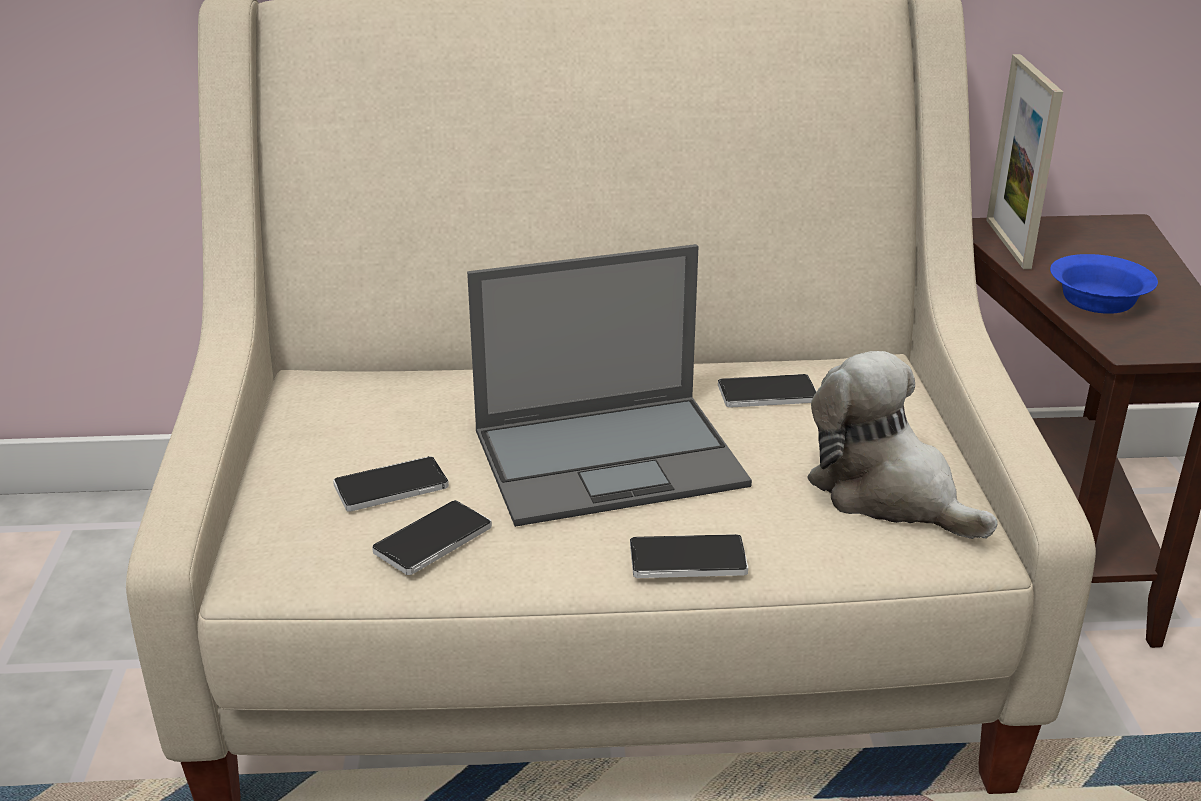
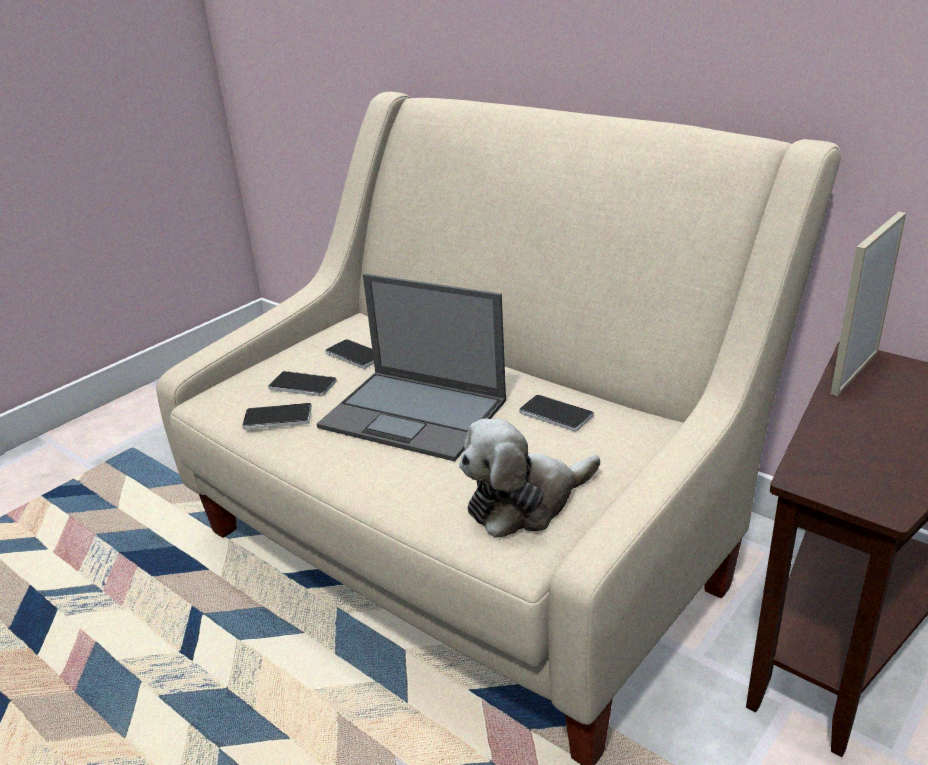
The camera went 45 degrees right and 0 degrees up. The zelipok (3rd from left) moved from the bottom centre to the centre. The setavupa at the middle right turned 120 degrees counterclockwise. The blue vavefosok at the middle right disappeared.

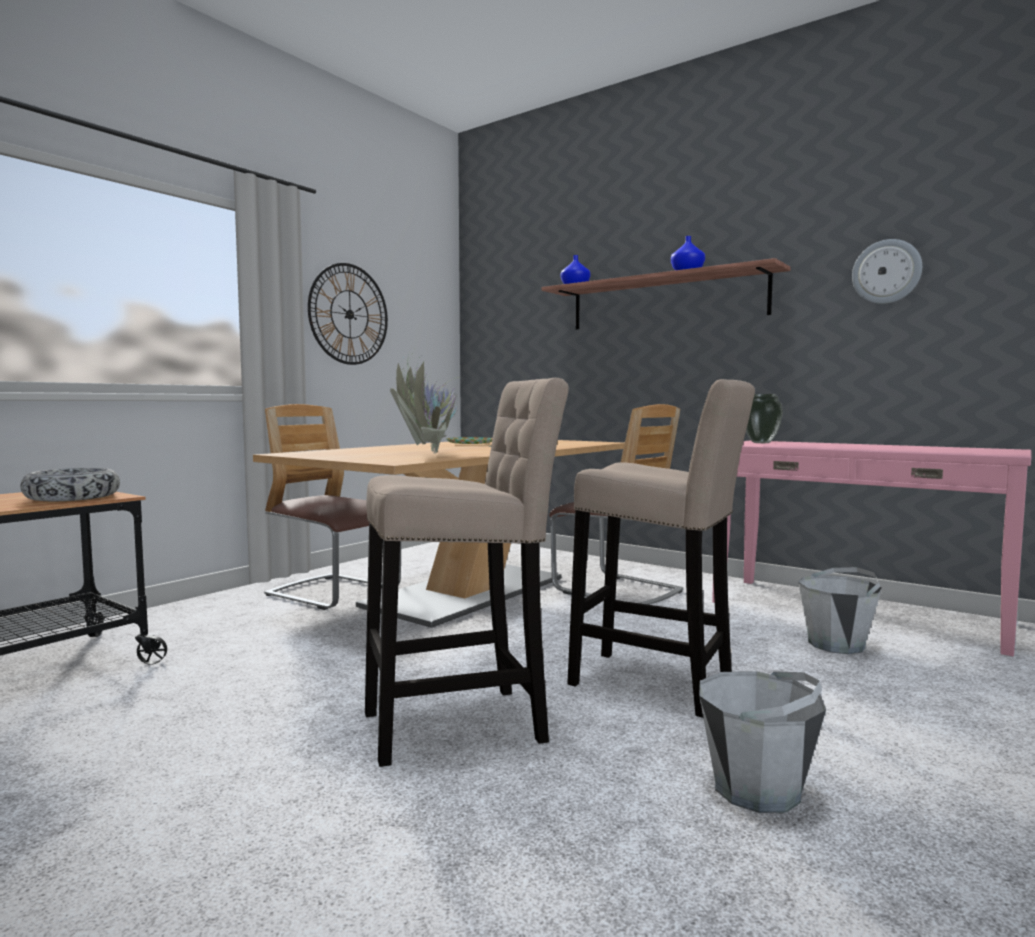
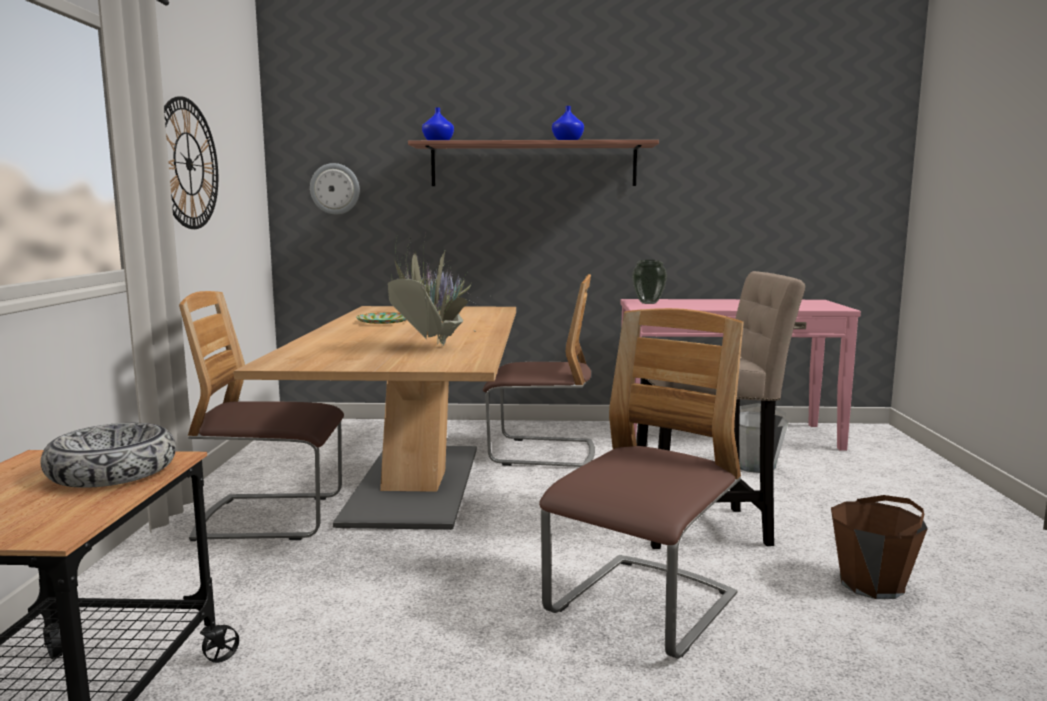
The camera went 35 degrees left and 5 degrees up. The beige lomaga (1st from left) at the centre was replaced by the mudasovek (3rd from left) at the bottom centre. The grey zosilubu (1st from left) at the bottom right became the brown zosilubu at the bottom right. The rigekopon (2nd from left) moved from the top right to the top left.

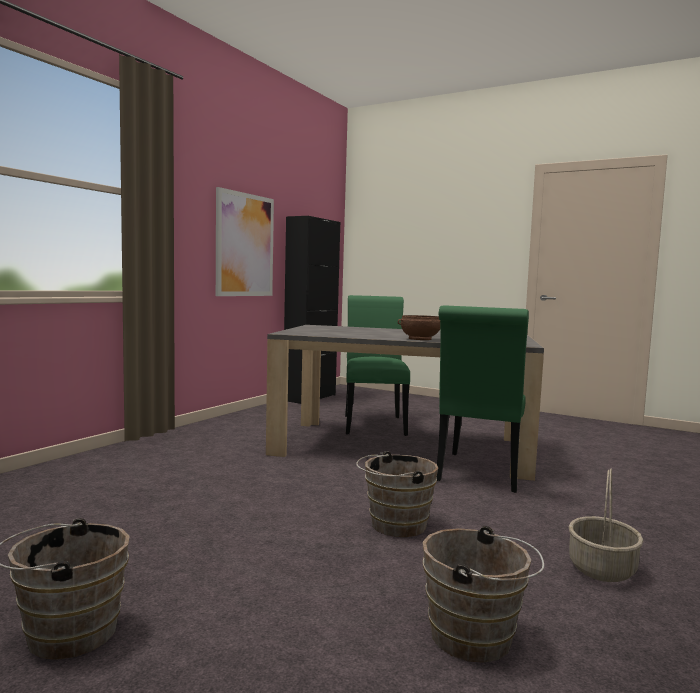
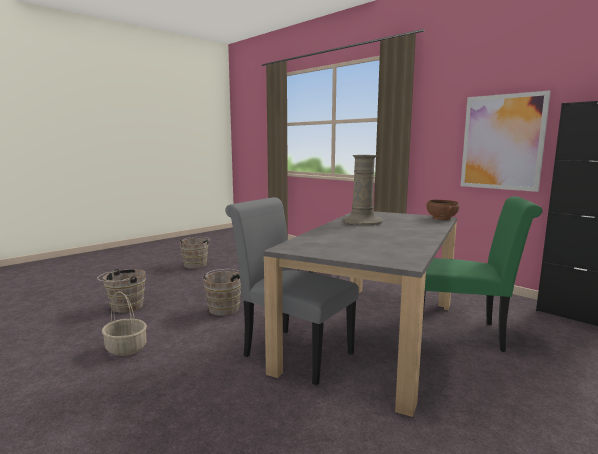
The camera went 105 degrees right and 5 degrees up. The brown vavefosok moved from the centre to the middle right. The green mudasovek (2nd from left) at the middle right became the grey mudasovek at the centre. The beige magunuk at the centre appeared.

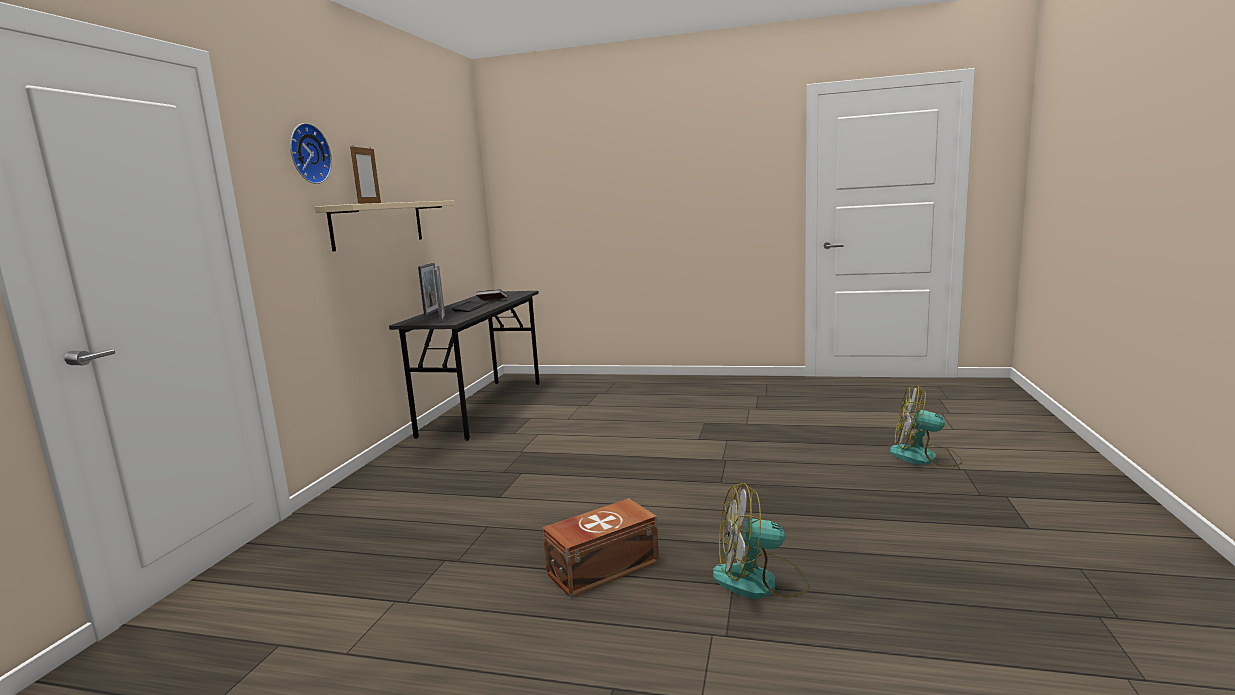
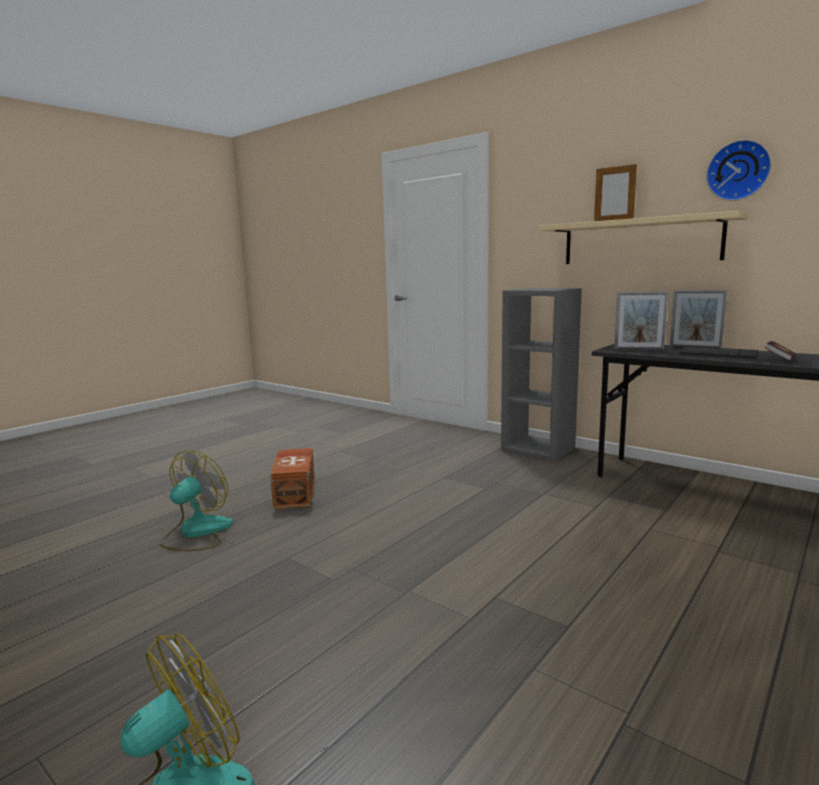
The camera went 115 degrees right and 0 degrees up. The rigekopon moved from the top left to the top right. The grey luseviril at the centre appeared.

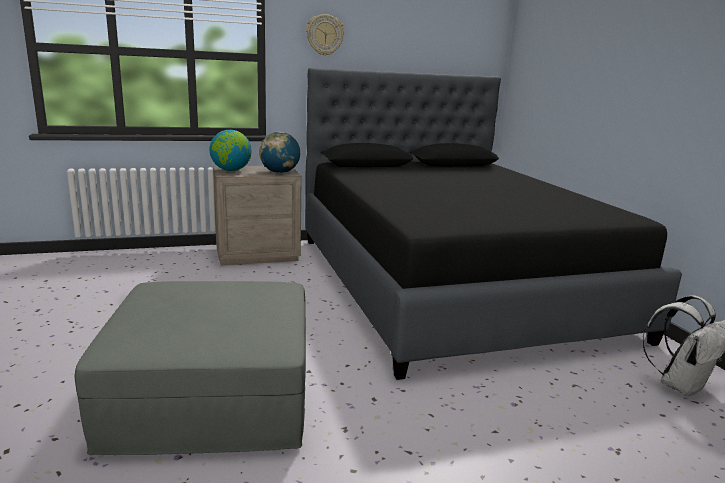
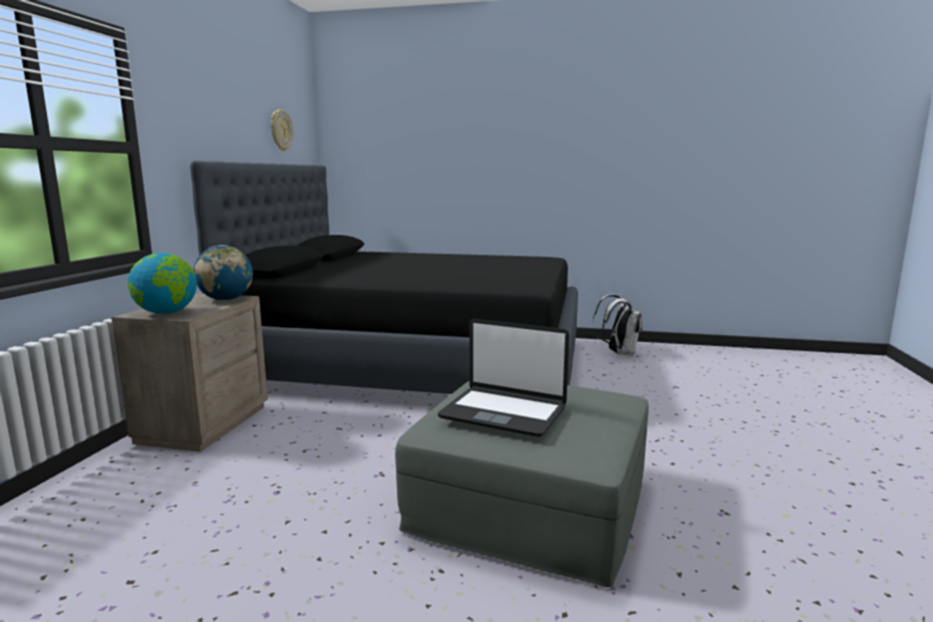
The camera went 60 degrees left and 5 degrees down. The rigekopon moved from the top centre to the top left. The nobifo at the centre appeared.

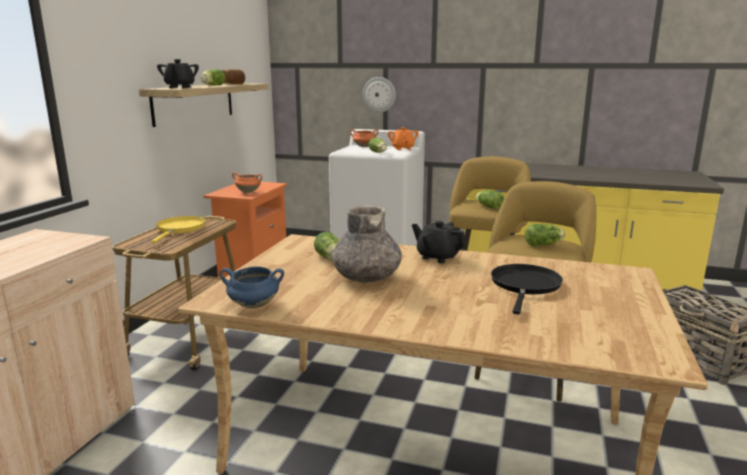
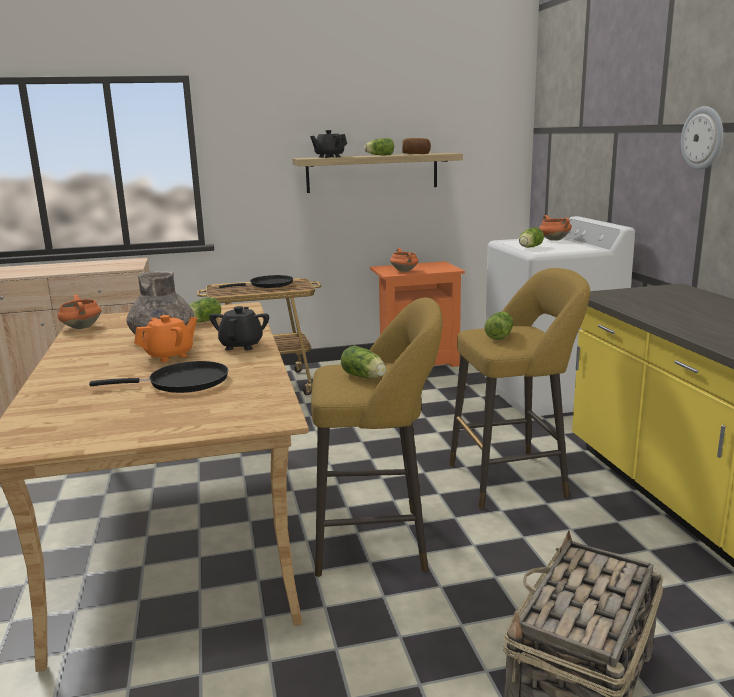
The camera went 60 degrees right and 0 degrees up. The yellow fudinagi at the middle left became the black fudinagi (2nd from left) at the centre. The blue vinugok at the centre became the orange vinugok (1st from left) at the middle left. The rigekopon moved from the top centre to the top right. The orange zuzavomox moved from the top centre to the middle left.

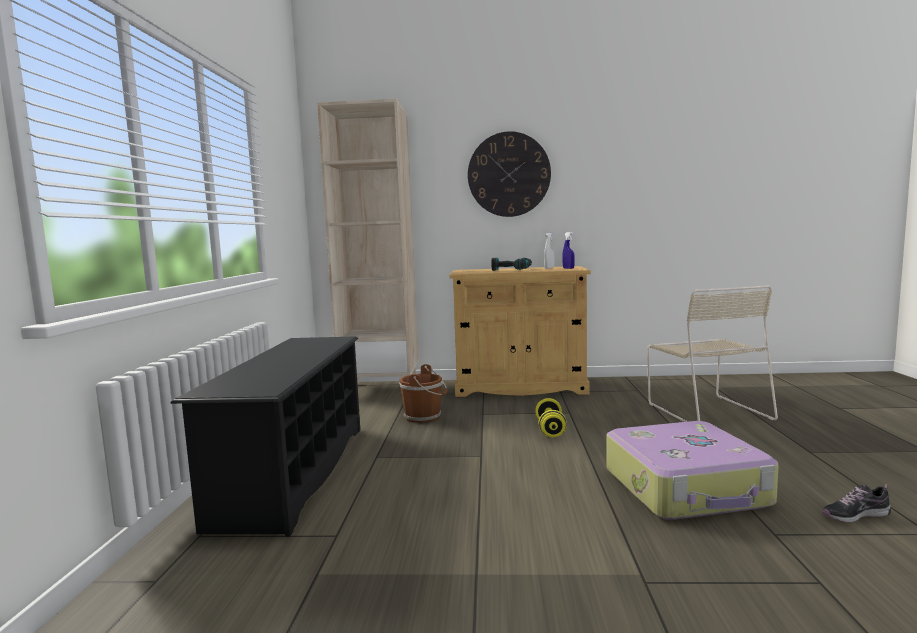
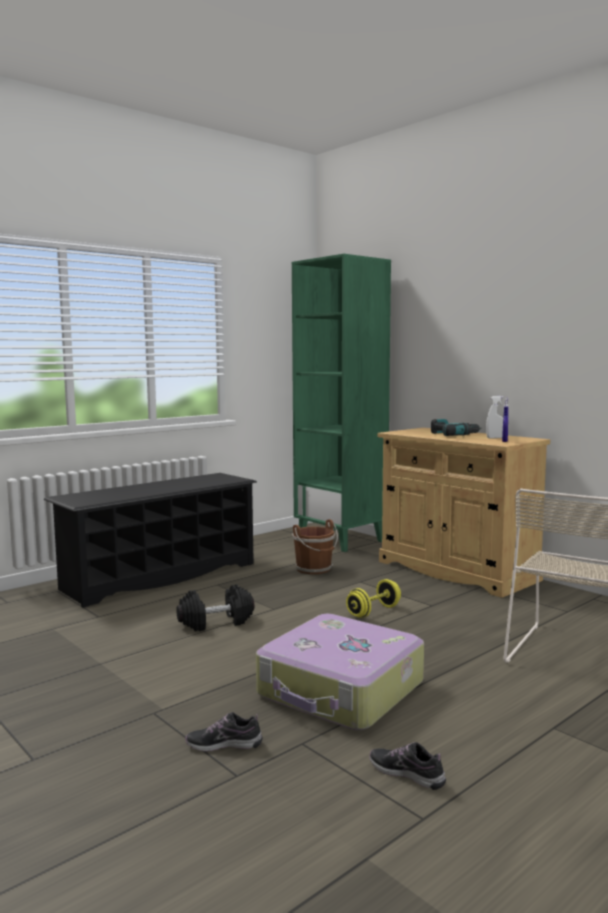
The camera went 45 degrees right and 0 degrees up. The beige luseviril at the centre became the green luseviril at the centre. The rigekopon at the top centre disappeared. The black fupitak at the centre appeared. The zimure (1st from left) at the bottom centre appeared.

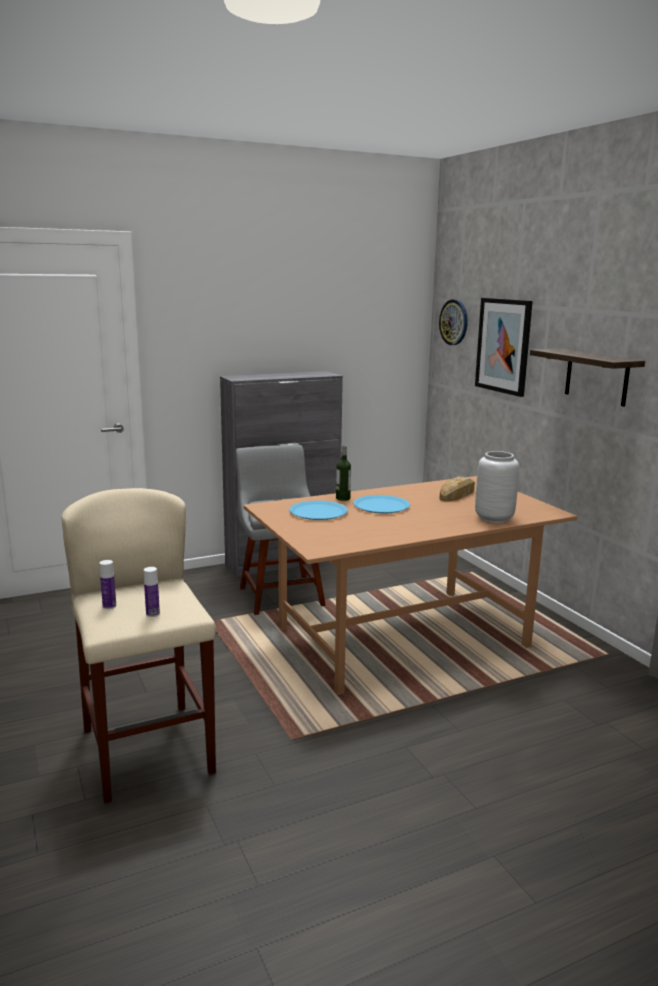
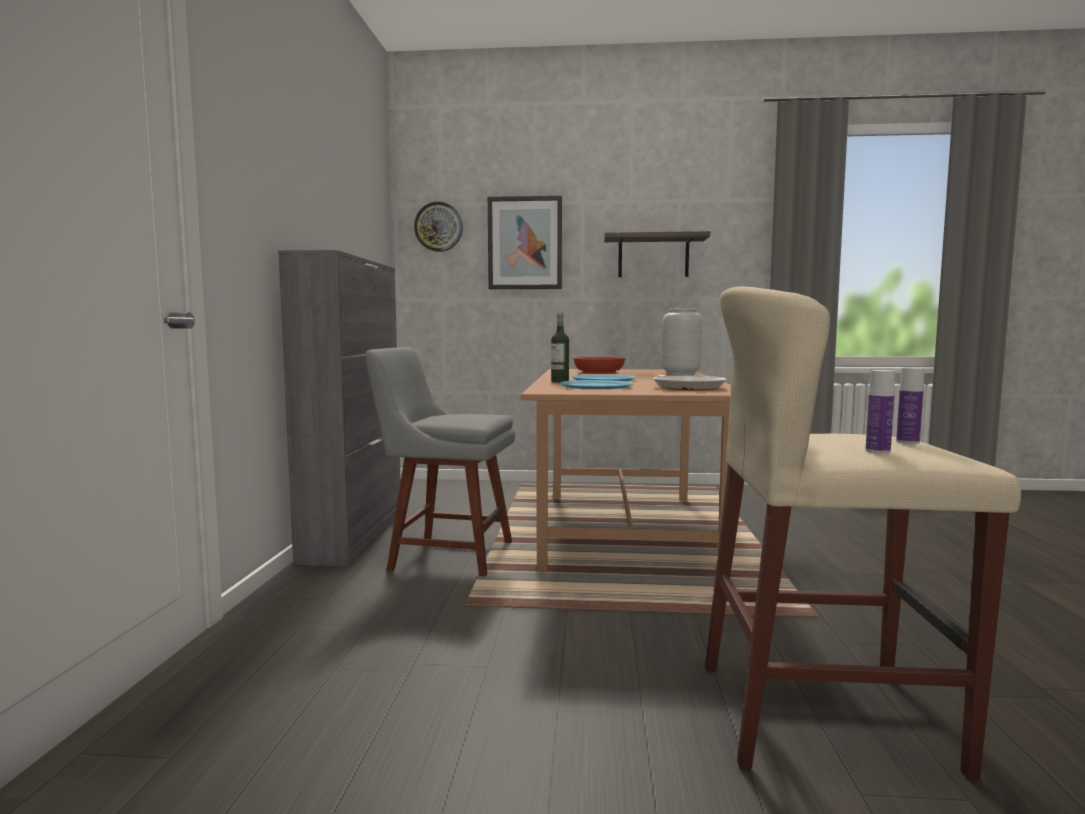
The camera went 60 degrees left and 10 degrees down. The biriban at the middle right was replaced by the red vavefosok at the centre. The fudinagi at the centre appeared.

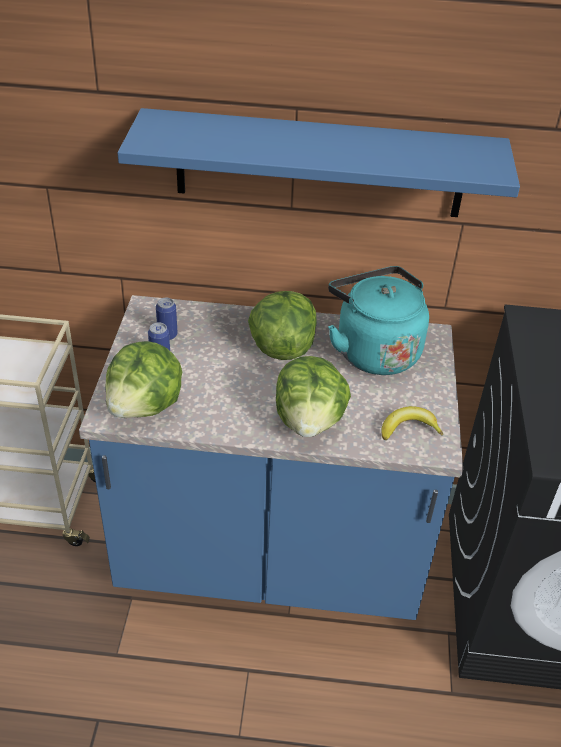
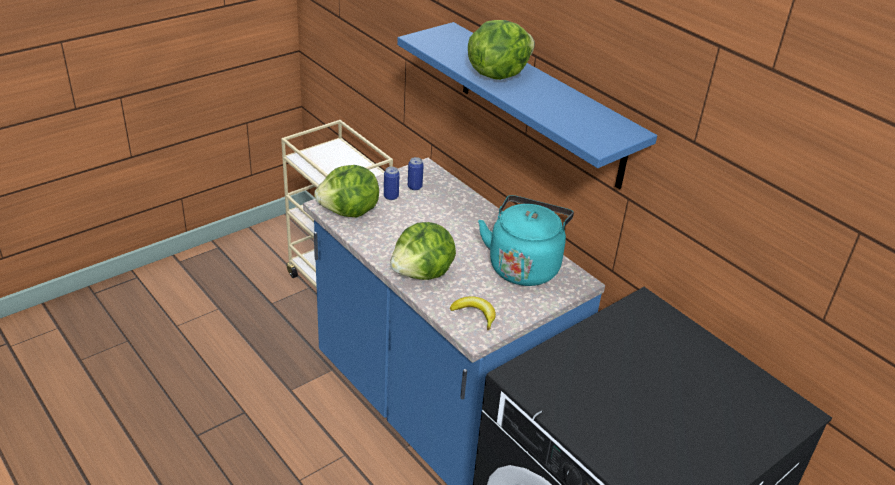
The camera went 45 degrees right and 5 degrees down. The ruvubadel (2nd from left in the first image) moved from the centre to the top centre.

